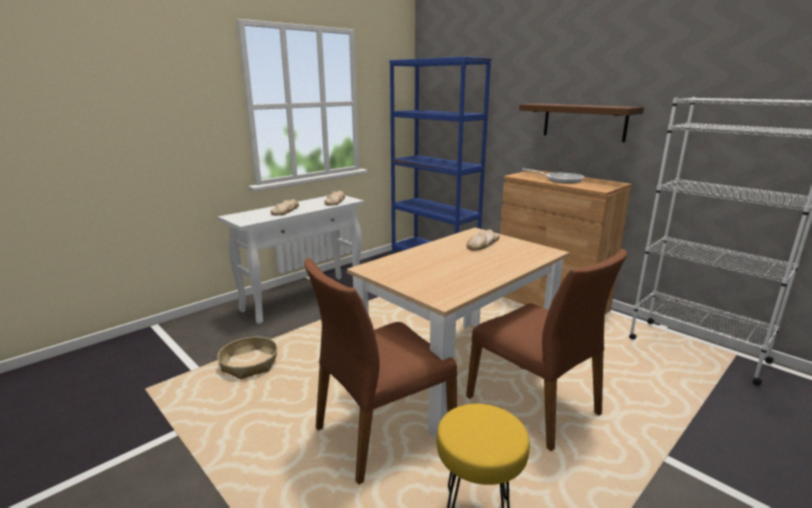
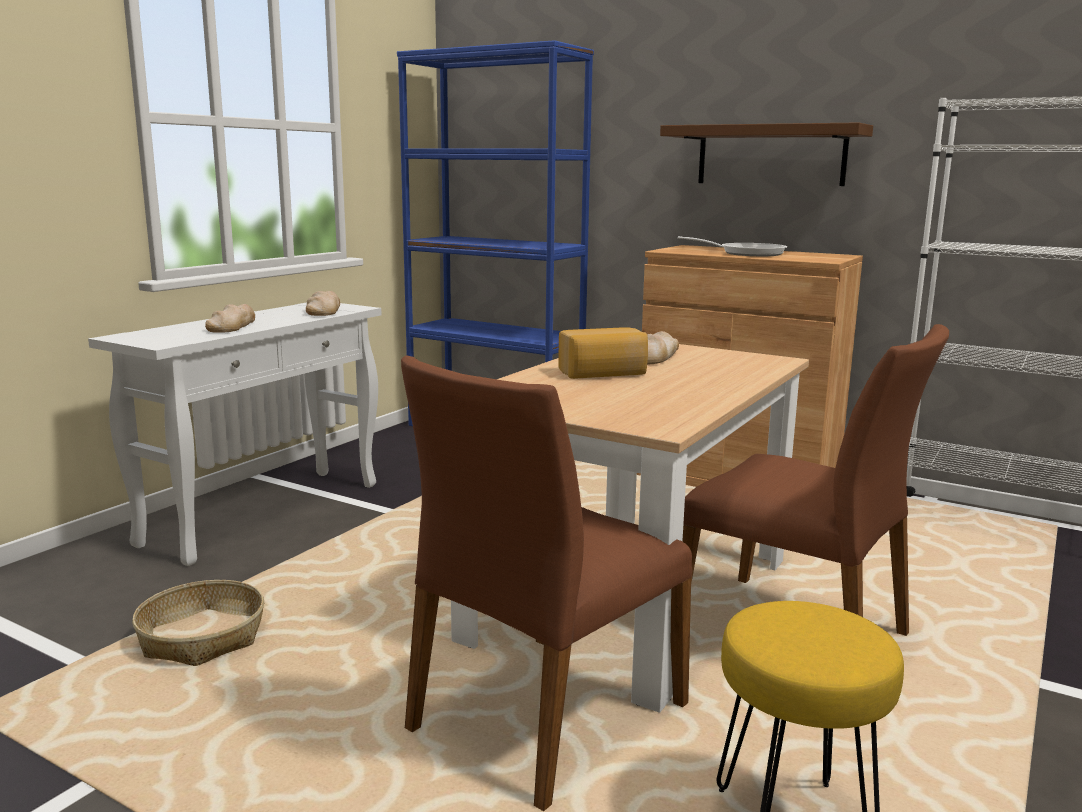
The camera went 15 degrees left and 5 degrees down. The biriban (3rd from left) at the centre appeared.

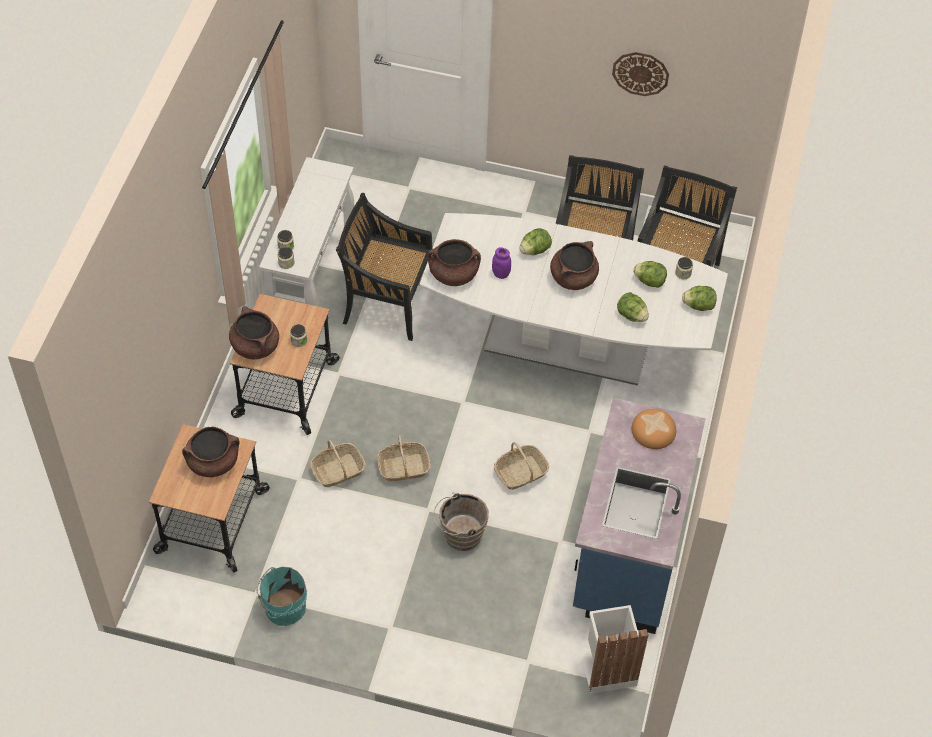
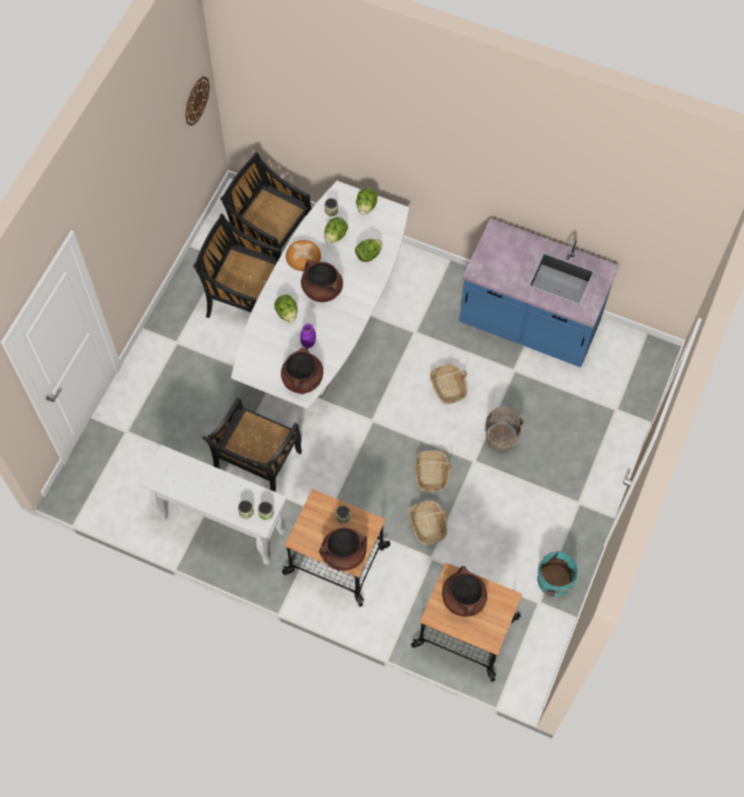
The camera went 80 degrees left and 10 degrees up. The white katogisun at the bottom centre disappeared. The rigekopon moved from the top right to the top left. The biriban moved from the middle right to the top centre.

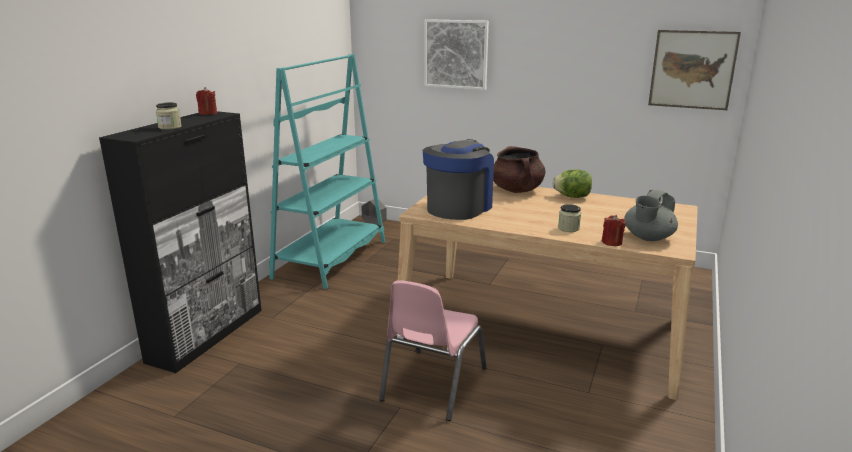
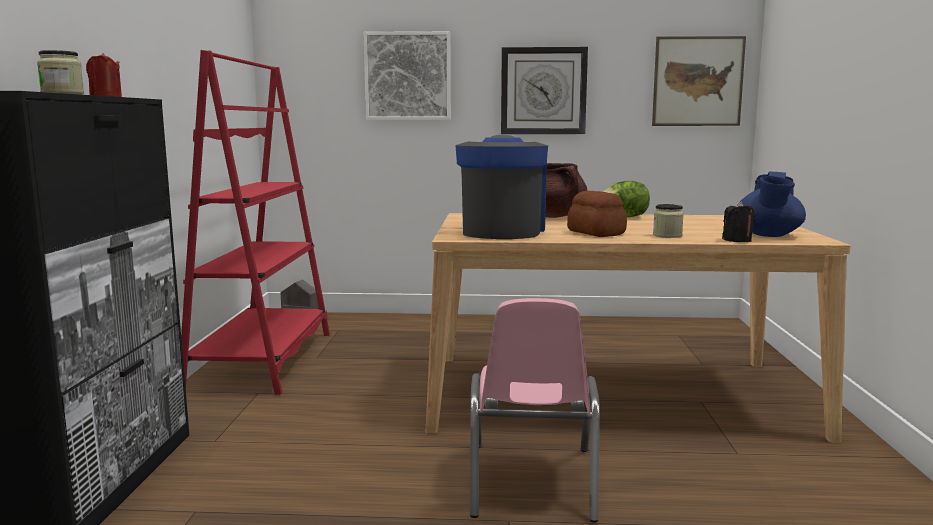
The camera went 20 degrees left and 10 degrees down. The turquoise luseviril at the centre became the red luseviril at the middle left. The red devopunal (2nd from left) at the middle right became the black devopunal at the middle right. The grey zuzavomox at the middle right became the blue zuzavomox at the middle right. The rigekopon at the top centre appeared. The biriban at the centre appeared.

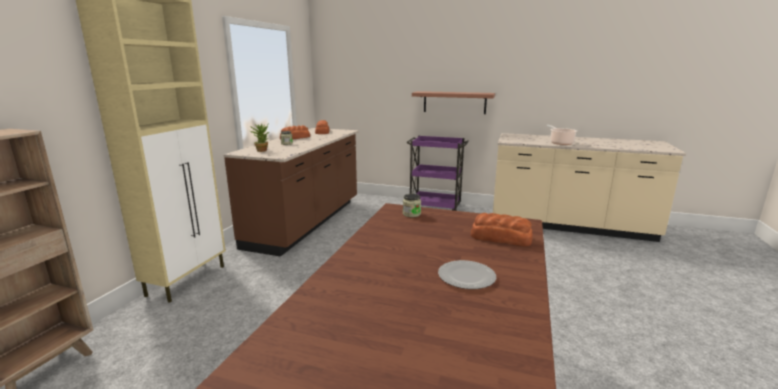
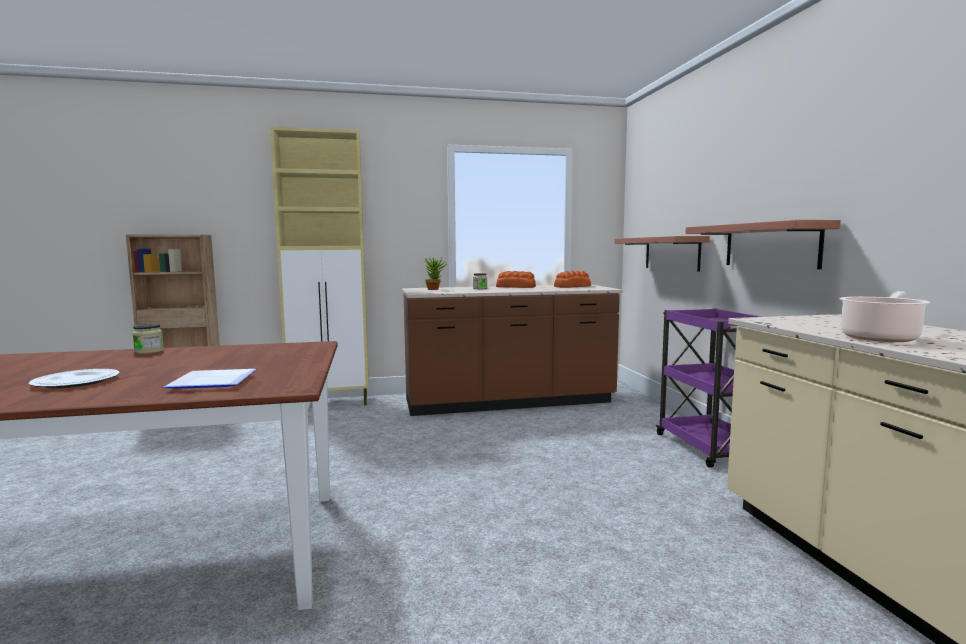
The camera went 60 degrees right and 10 degrees down. The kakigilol (2nd from left in the first image) moved from the centre to the middle left. The biriban (3rd from left) at the centre was replaced by the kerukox (2nd from left) at the middle left. The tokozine (1st from left) at the middle right appeared.

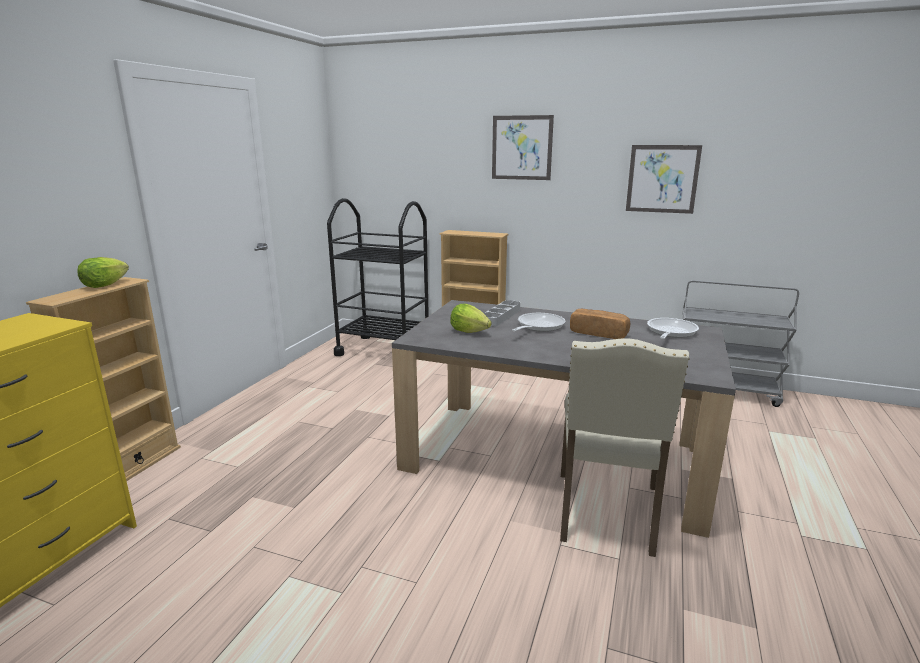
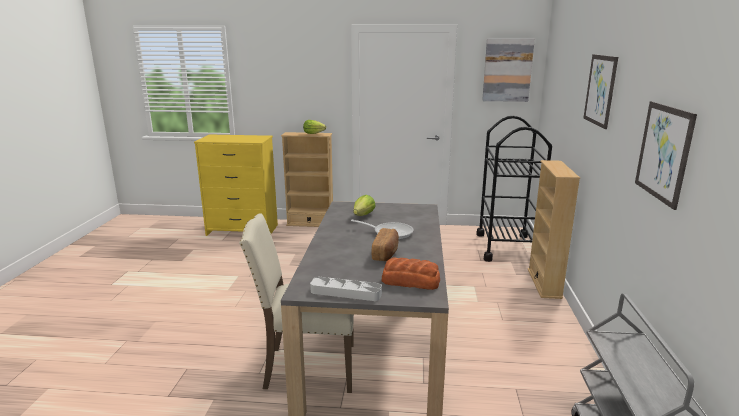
The camera went 75 degrees right and 0 degrees up. The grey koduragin moved from the centre to the bottom centre. The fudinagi (2nd from left) at the middle right was replaced by the biriban (2nd from left) at the centre. The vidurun (1st from left) at the top right appeared.

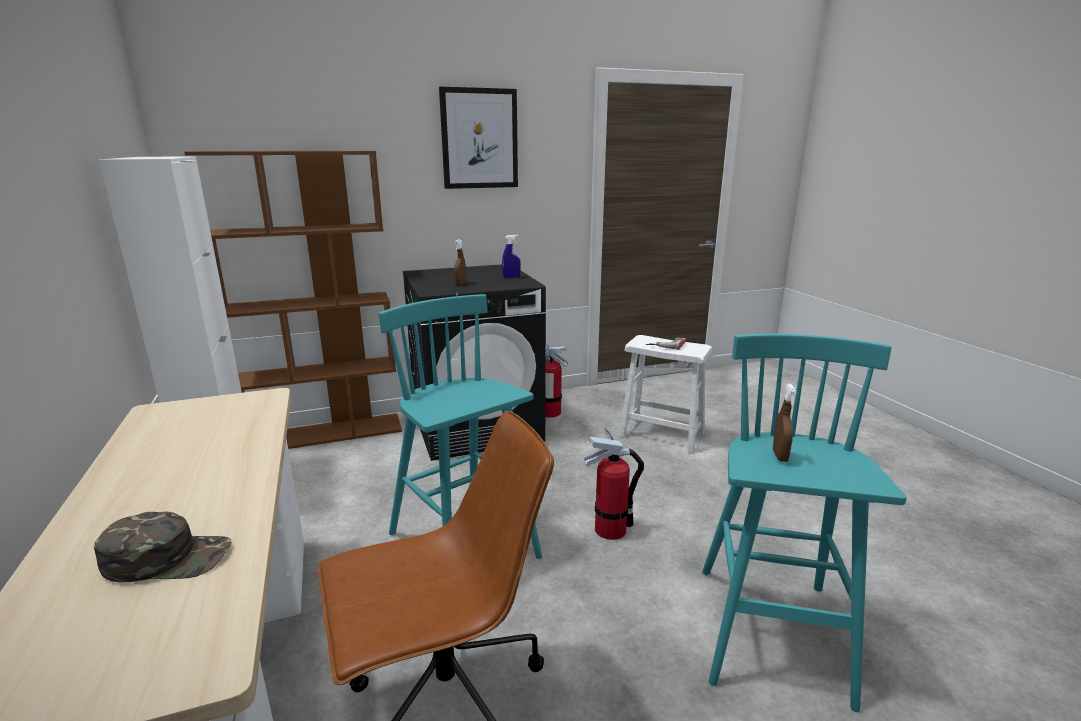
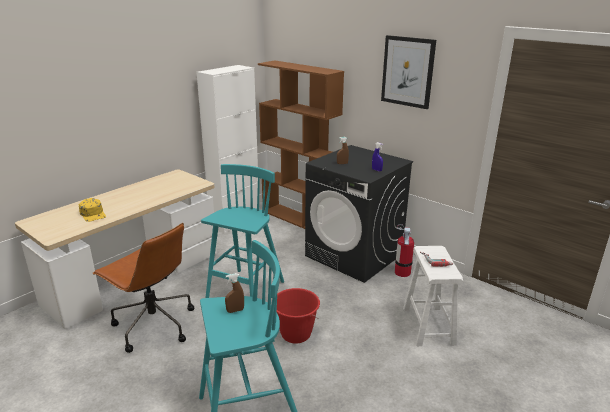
The camera went 60 degrees right and 5 degrees up. The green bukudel at the bottom left became the yellow bukudel at the middle left. The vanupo (2nd from left) at the bottom centre was replaced by the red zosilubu at the bottom centre.

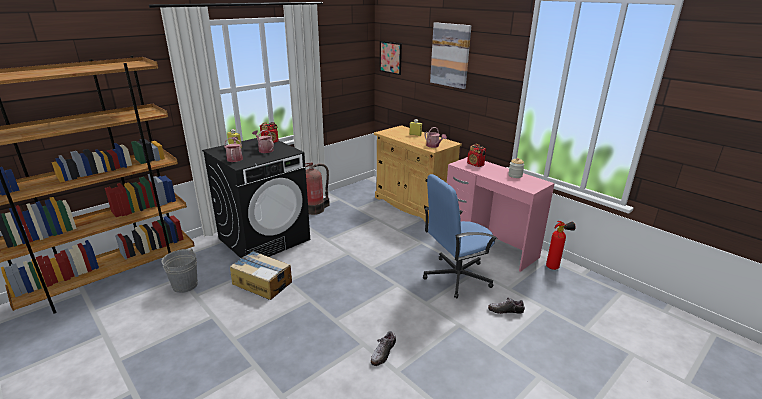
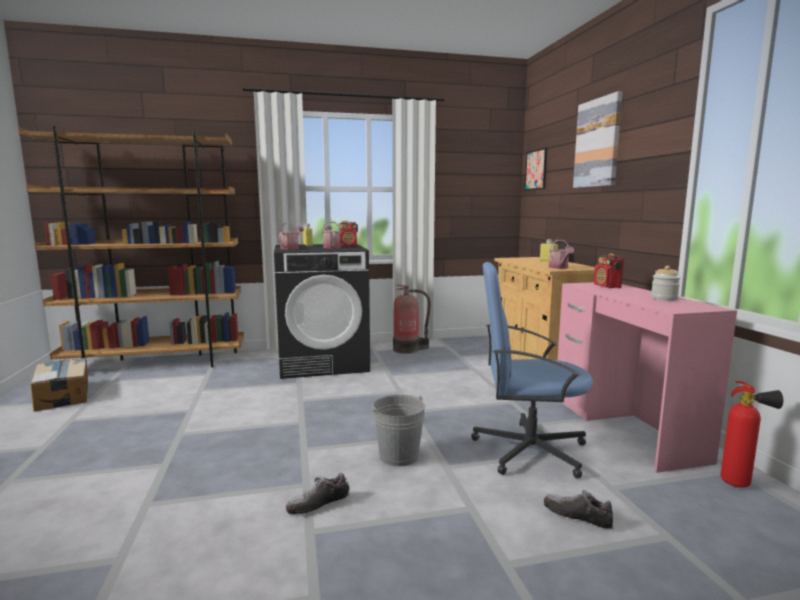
The camera went 30 degrees right and 15 degrees down. The grey zosilubu moved from the bottom left to the bottom centre. The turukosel moved from the bottom centre to the middle left.

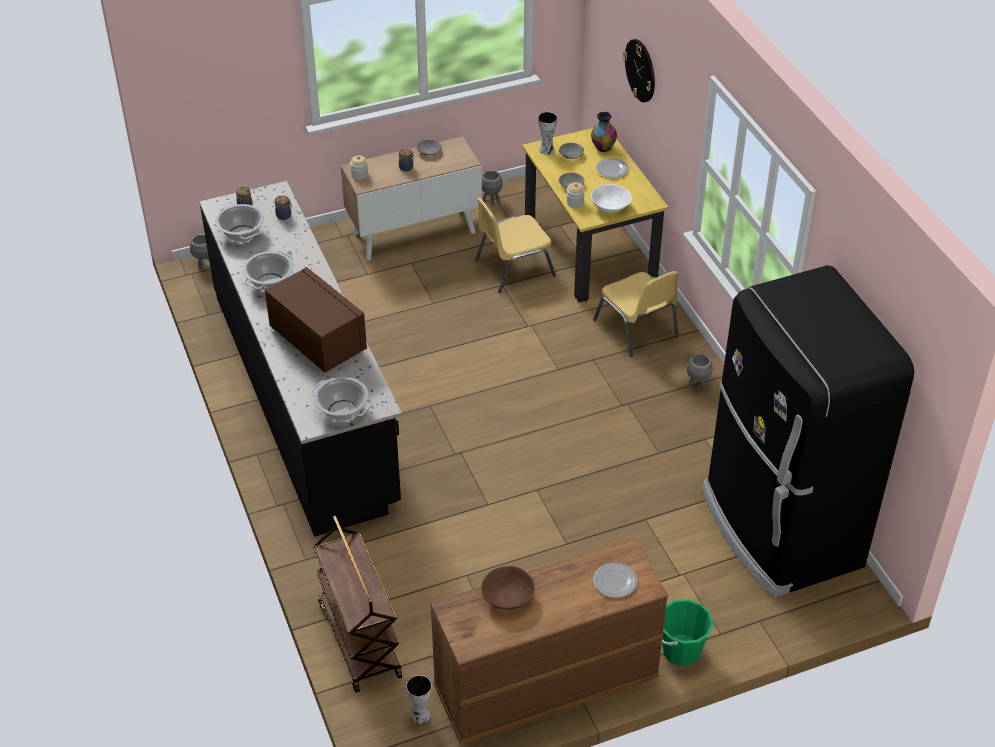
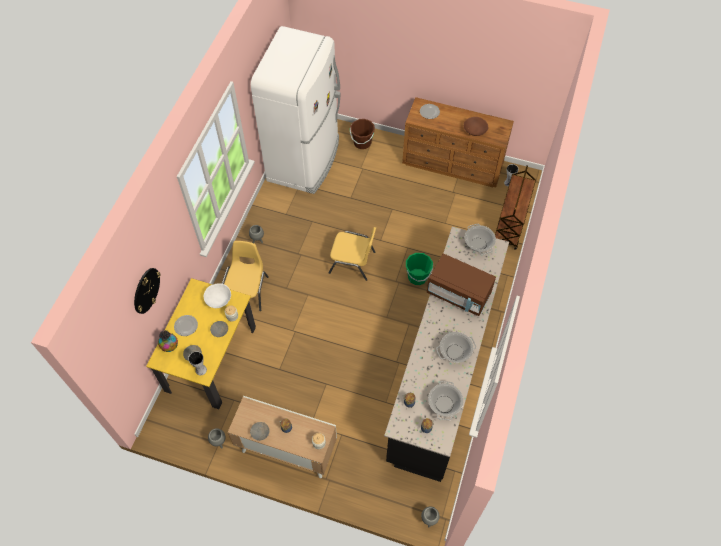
The camera went 140 degrees left and 15 degrees up. The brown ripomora at the middle left turned 60 degrees counterclockwise. The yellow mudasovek (1st from left in the first image) moved from the top centre to the centre. The green zosilubu moved from the bottom right to the centre. The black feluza at the middle right became the white feluza at the top centre. The brown zosilubu at the top centre appeared.

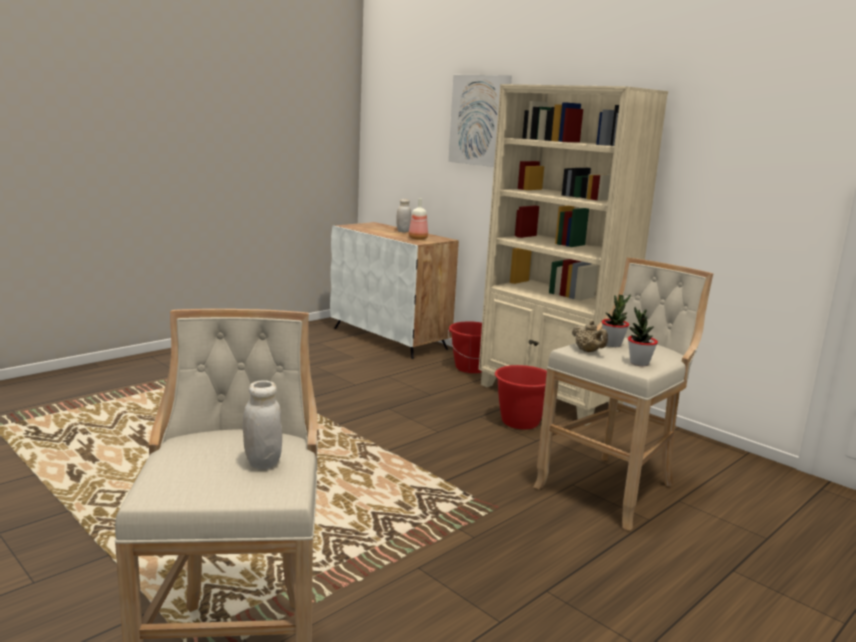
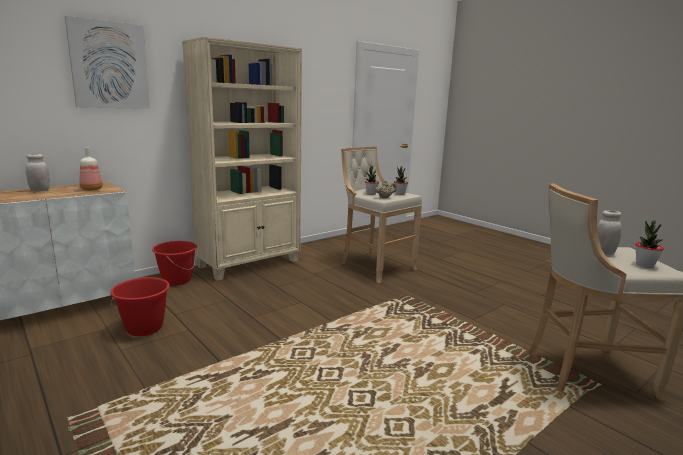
The camera went 85 degrees left and 0 degrees up. The red zosilubu (2nd from left in the first image) moved from the centre to the bottom left. The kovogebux (3rd from left) at the middle right appeared.

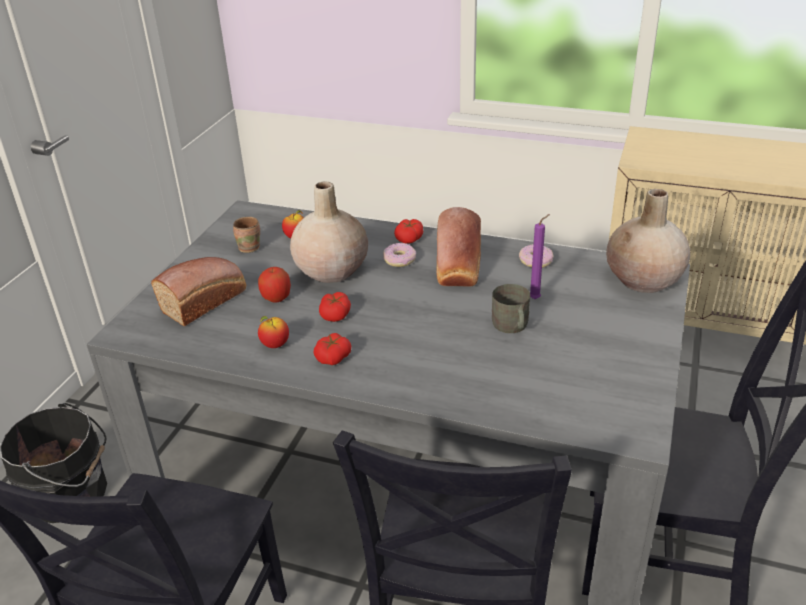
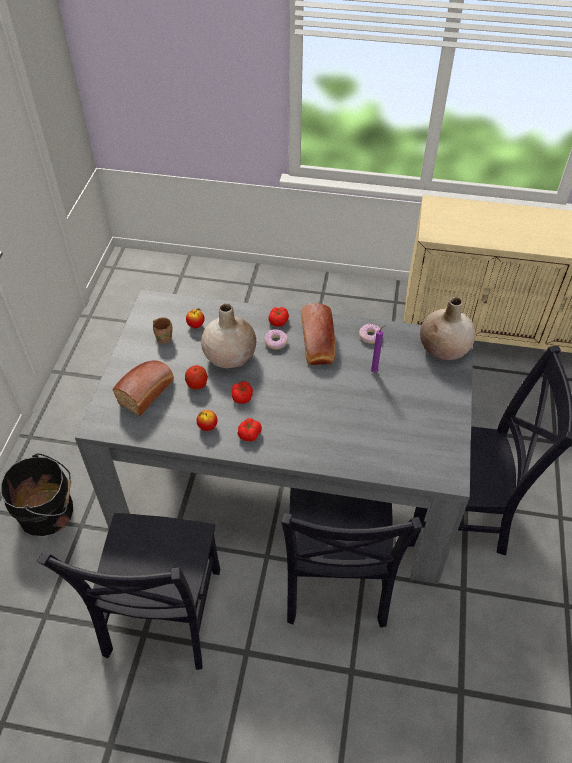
The camera went 10 degrees left and 15 degrees up. The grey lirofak at the centre disappeared.

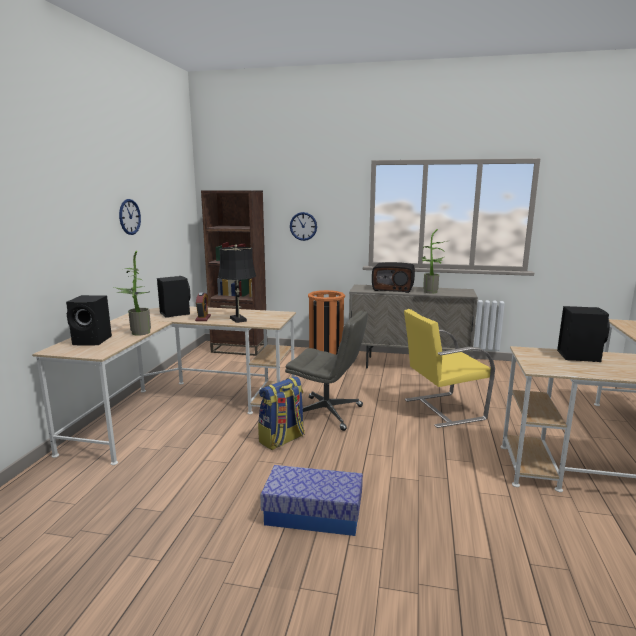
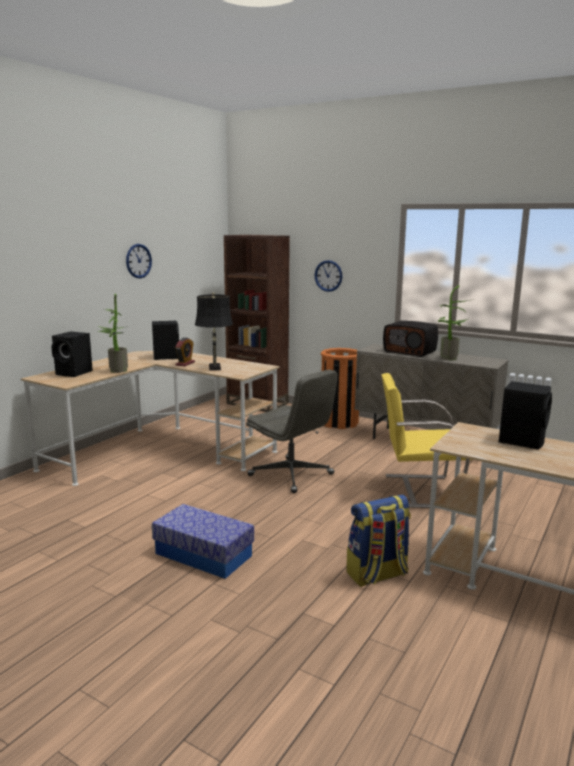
The camera went 20 degrees right and 0 degrees up. The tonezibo moved from the centre to the bottom centre.

